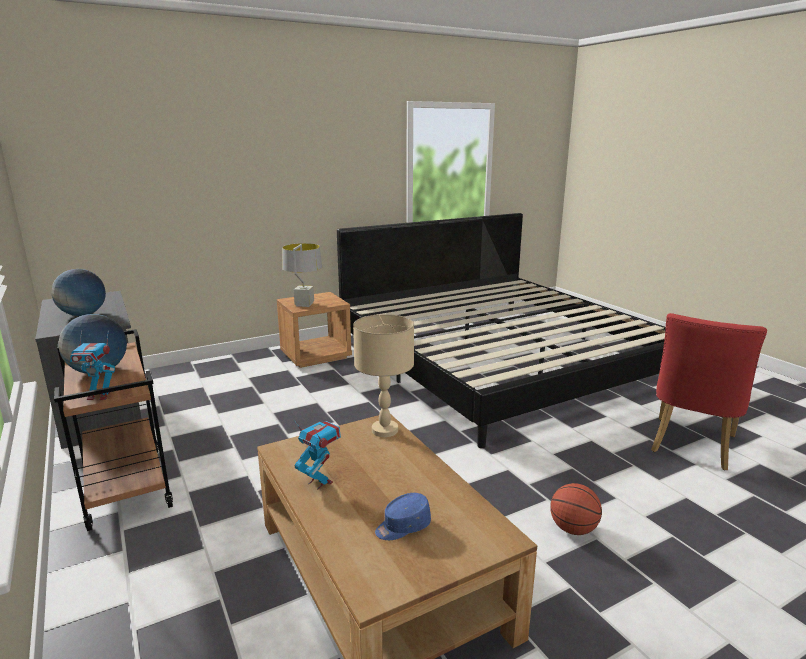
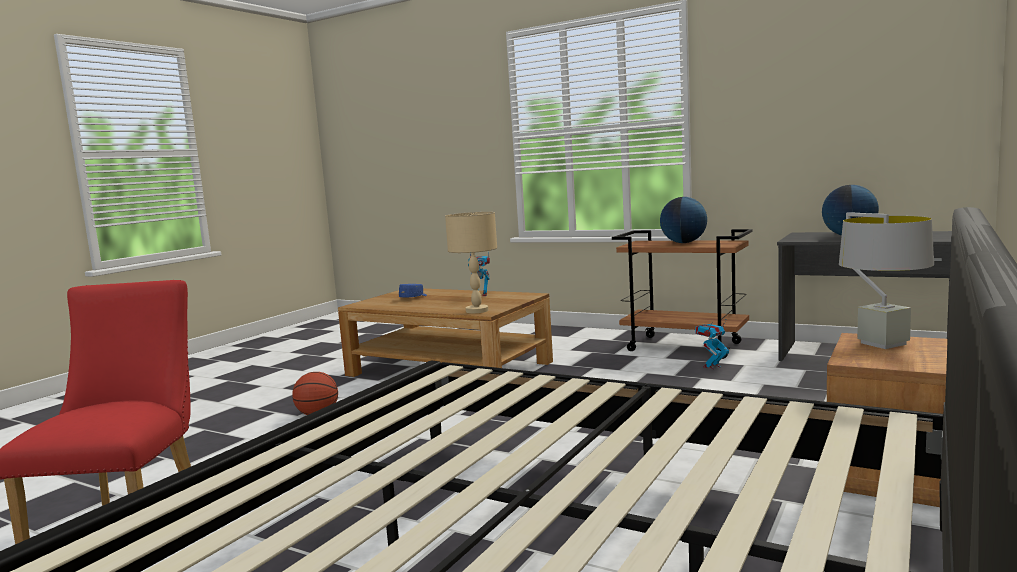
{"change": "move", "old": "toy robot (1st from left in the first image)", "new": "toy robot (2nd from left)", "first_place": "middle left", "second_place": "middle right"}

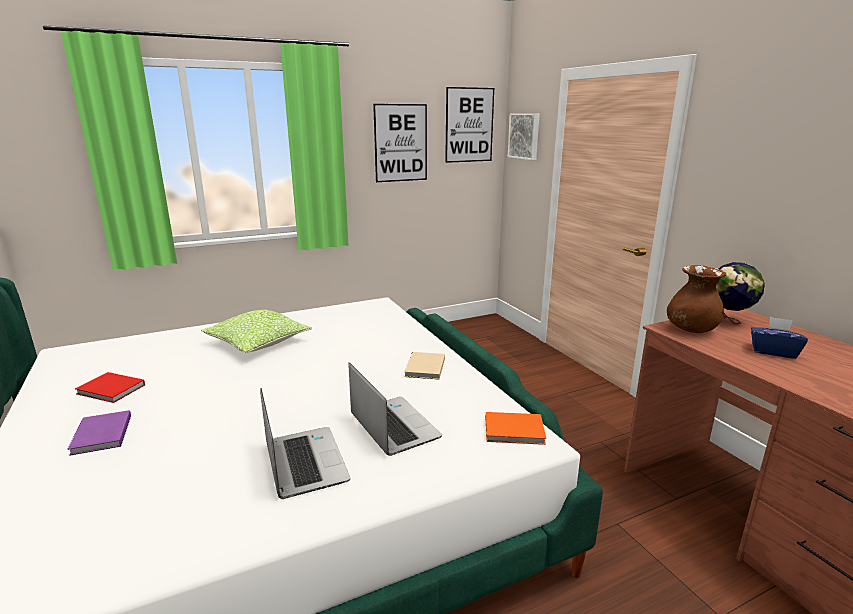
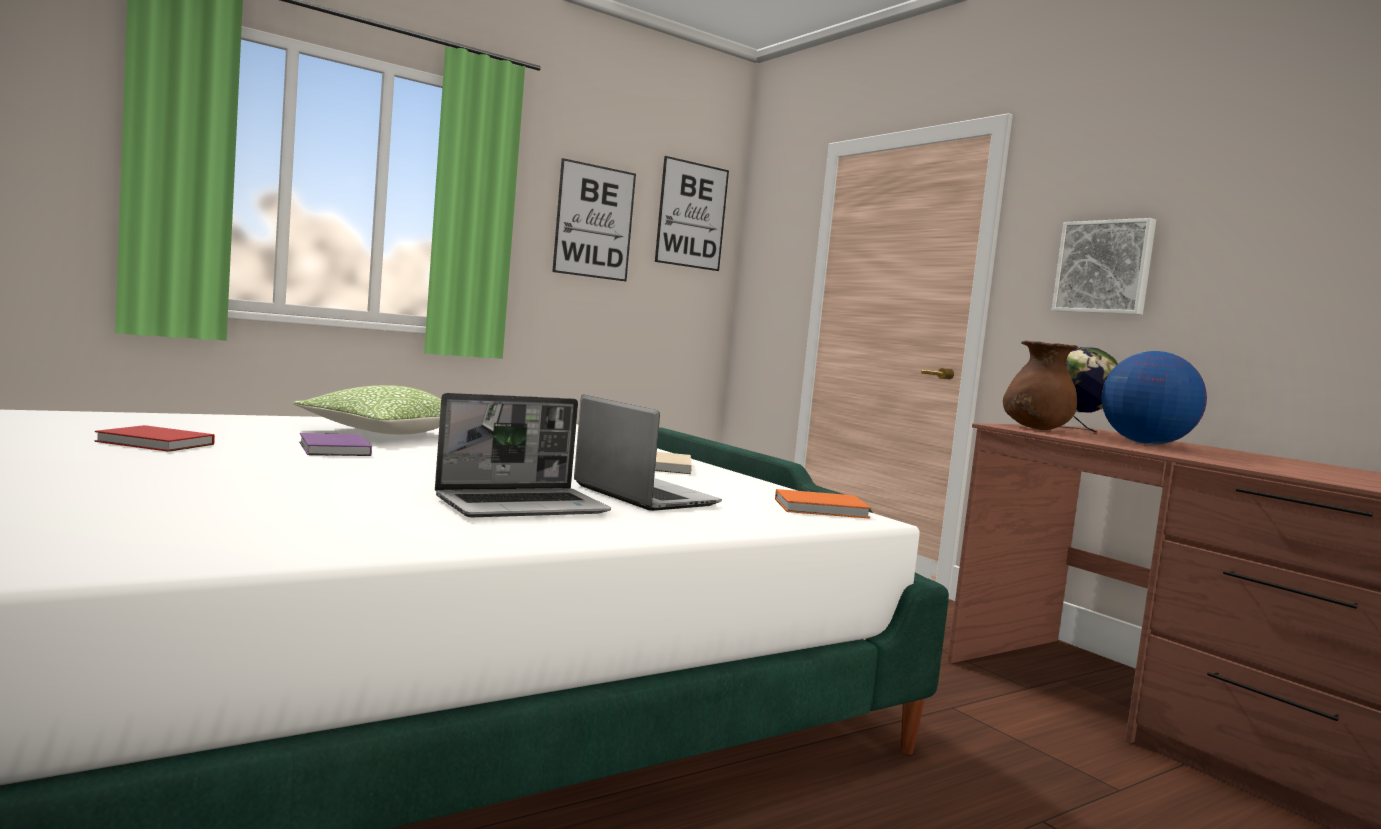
{"change": "move", "old": "book in purple-coloured", "first_place": "bottom left", "second_place": "middle left"}
{"change": "move", "old": "picture (3rd from left)", "first_place": "top centre", "second_place": "top right"}
{"change": "replace", "old": "tissue box in blue", "new": "globe (2nd from left)", "first_place": "middle right", "second_place": "middle right"}
{"change": "rotate", "old": "portable computer (1st from left)", "first_place": "bottom centre", "second_place": "centre", "degrees": 90}

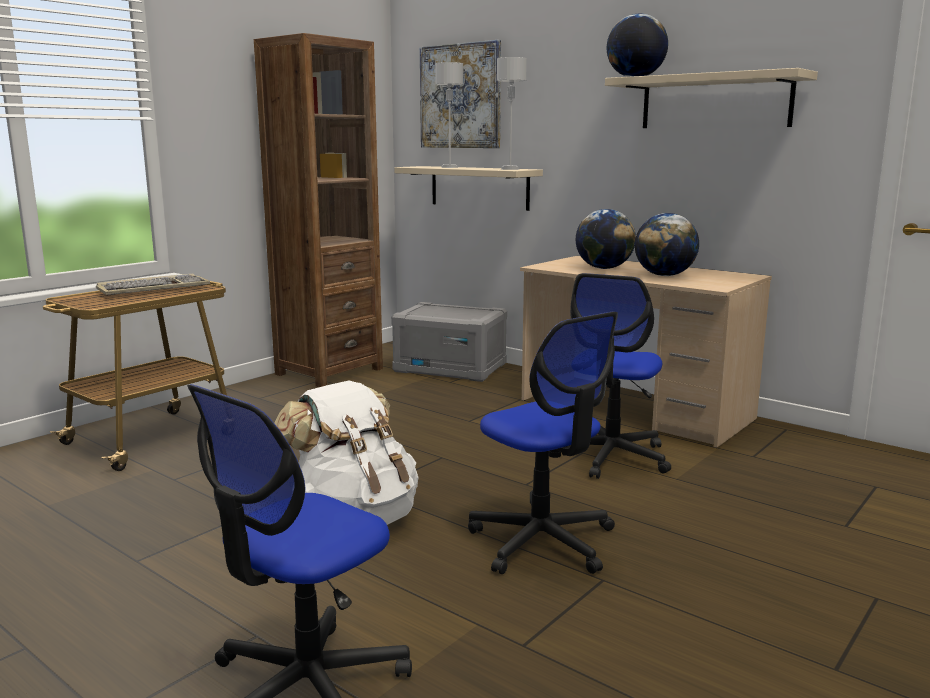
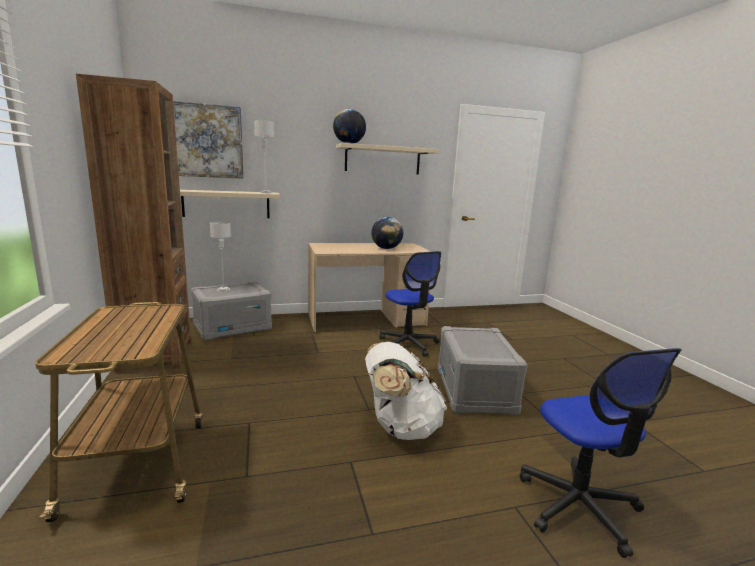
{"change": "delete", "old": "PC keyboard", "first_place": "middle left"}
{"change": "delete", "old": "globe (1st from left)", "first_place": "centre"}
{"change": "move", "old": "tabletop lamp in grey (1st from left)", "first_place": "top centre", "second_place": "middle left"}
{"change": "replace", "old": "office chair (2nd from left)", "new": "storage bin in grey (2nd from left)", "first_place": "centre", "second_place": "centre"}

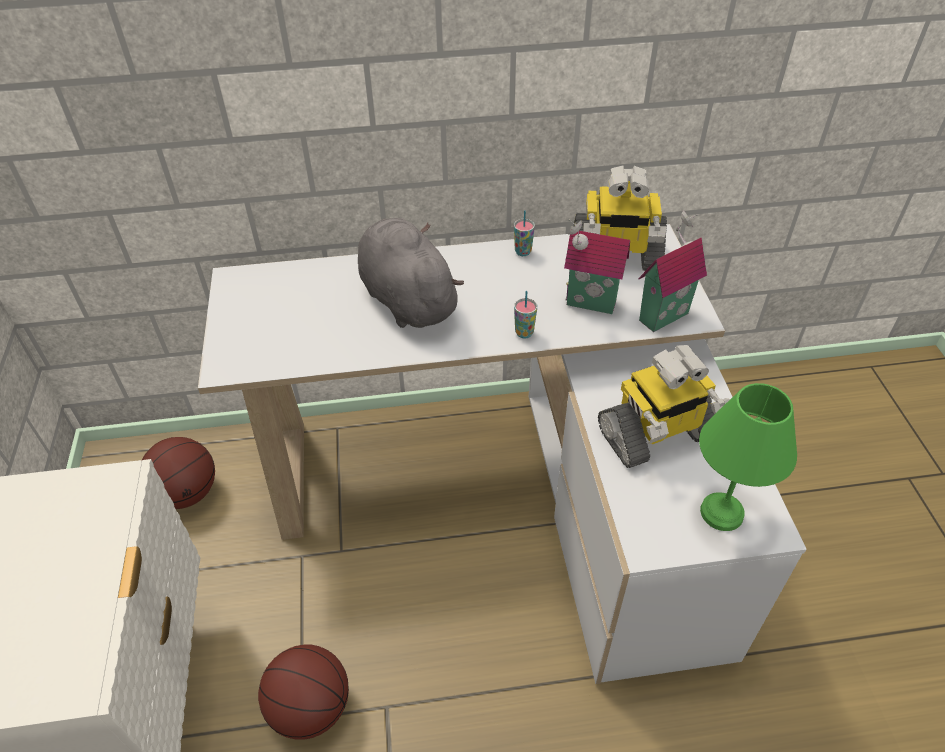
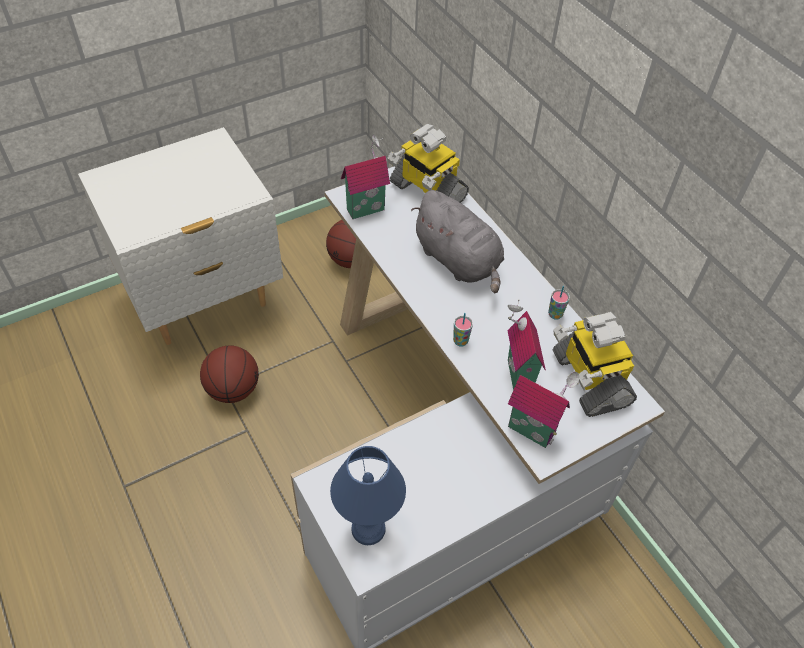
{"change": "insert", "new": "miniature house (1st from left)", "second_place": "top centre"}
{"change": "move", "old": "toy robot (2nd from left in the first image)", "new": "toy robot (1st from left)", "first_place": "middle right", "second_place": "top centre"}
{"change": "recolor", "old": "tabletop lamp in green", "new": "tabletop lamp in blue", "first_place": "middle right", "second_place": "bottom centre"}
{"change": "rotate", "old": "cuddly toy in grey", "first_place": "centre", "second_place": "centre", "degrees": 105}

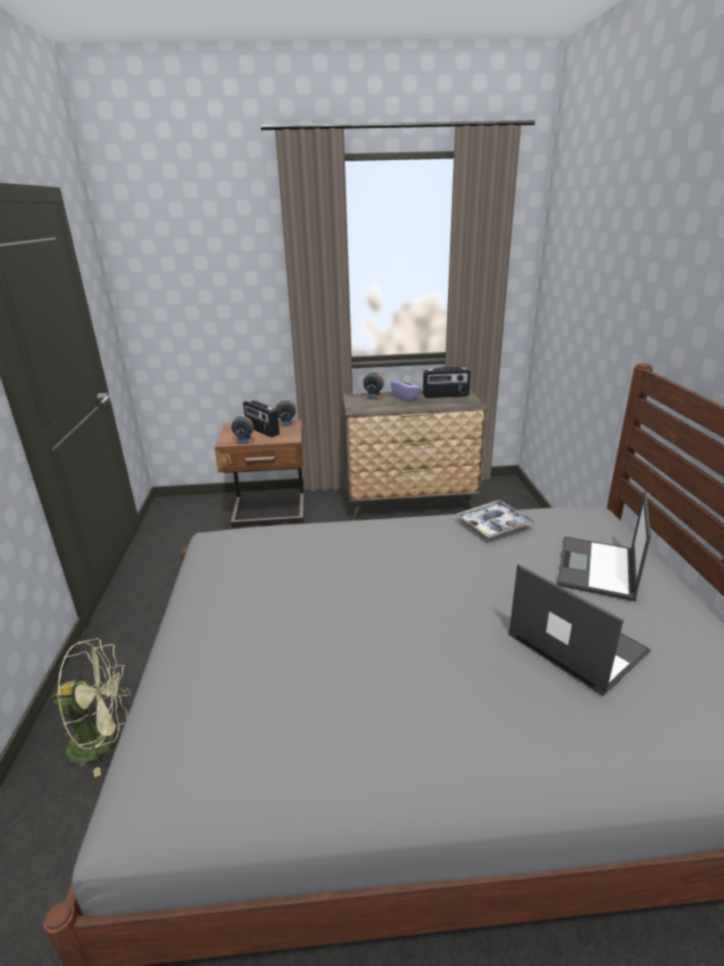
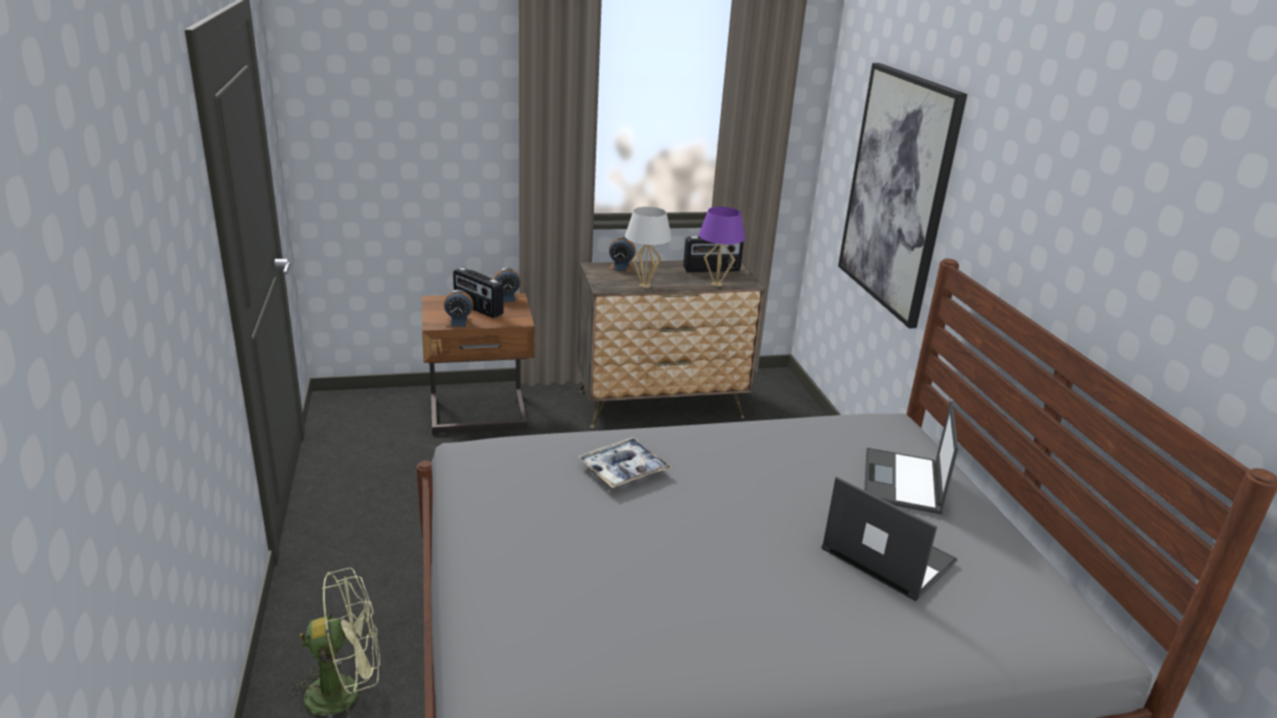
{"change": "delete", "old": "tissue box in purple-coloured", "first_place": "centre"}
{"change": "insert", "new": "tabletop lamp in white-coloured", "second_place": "centre"}
{"change": "insert", "new": "tabletop lamp in purple-coloured", "second_place": "centre"}
{"change": "insert", "new": "picture", "second_place": "top right"}
{"change": "move", "old": "carrying tray", "first_place": "middle right", "second_place": "centre"}

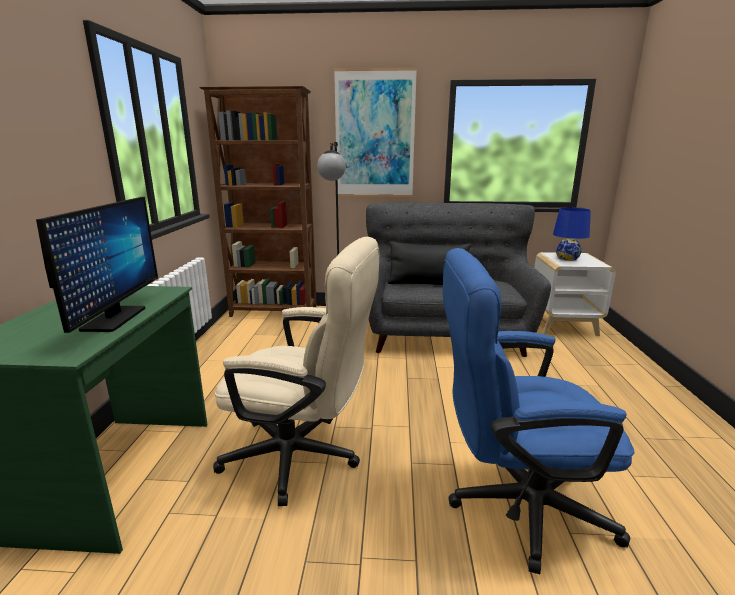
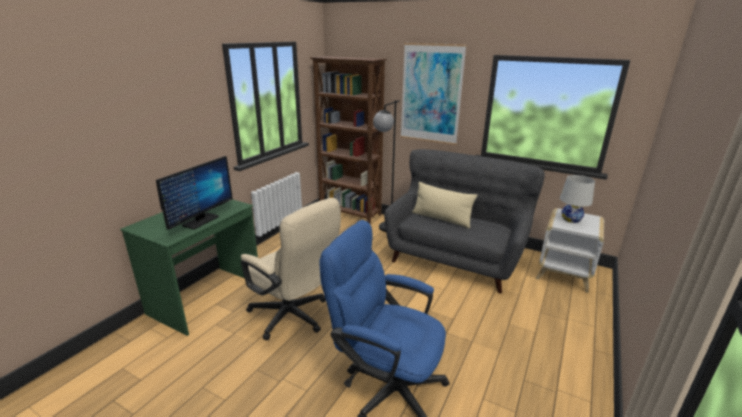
{"change": "recolor", "old": "throw pillow in blackish", "new": "throw pillow in beige-coloured", "first_place": "centre", "second_place": "centre"}
{"change": "recolor", "old": "tabletop lamp in blue", "new": "tabletop lamp in white-coloured", "first_place": "middle right", "second_place": "middle right"}

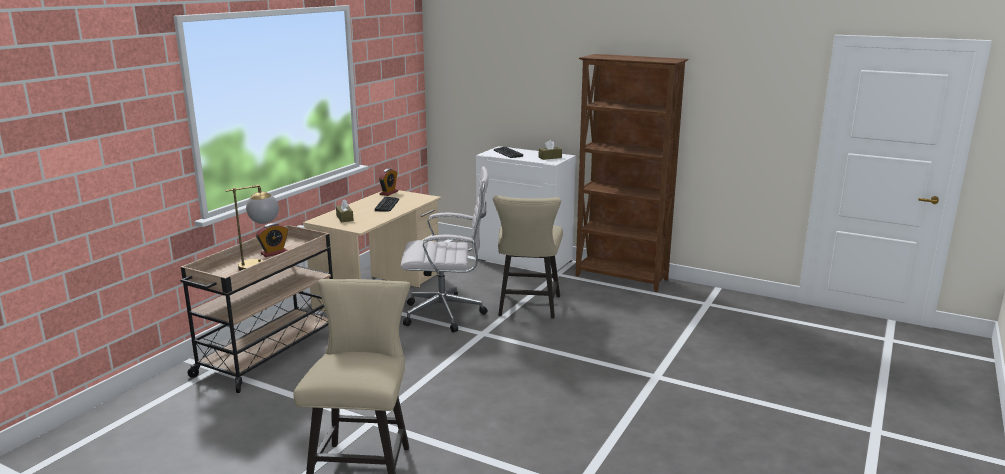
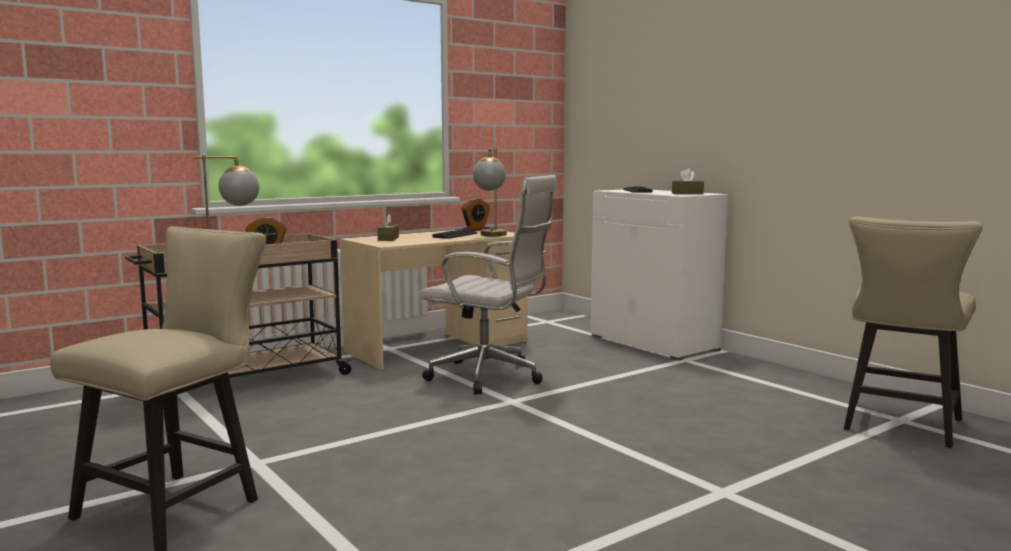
{"change": "delete", "old": "shelving unit in brownish", "first_place": "centre"}
{"change": "insert", "new": "tabletop lamp (2nd from left)", "second_place": "centre"}
{"change": "move", "old": "chair in beige-coloured (2nd from left)", "first_place": "centre", "second_place": "middle right"}

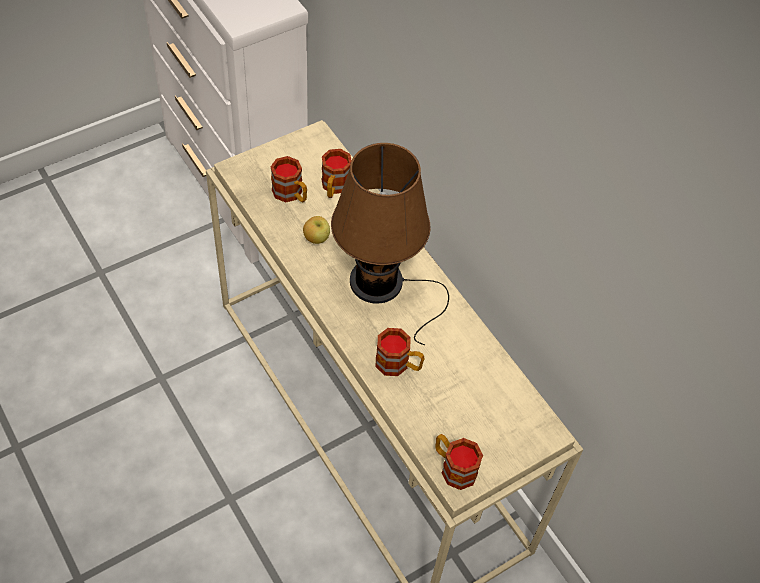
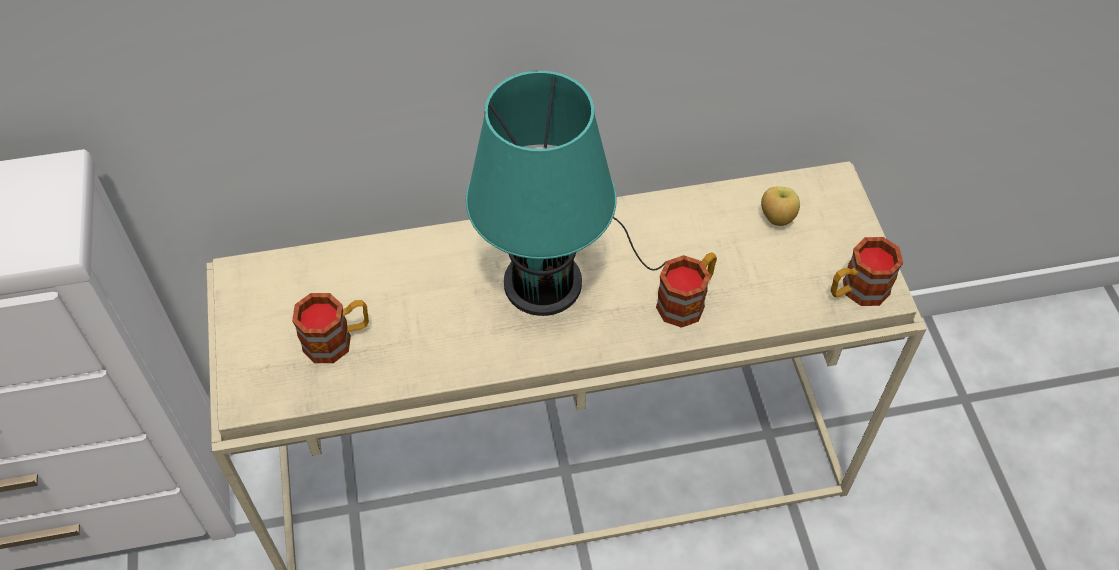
{"change": "delete", "old": "mug (2nd from left)", "first_place": "top centre"}
{"change": "move", "old": "apple", "first_place": "centre", "second_place": "middle right"}
{"change": "recolor", "old": "tabletop lamp in brownish", "new": "tabletop lamp in turquoise-coloured", "first_place": "centre", "second_place": "centre"}

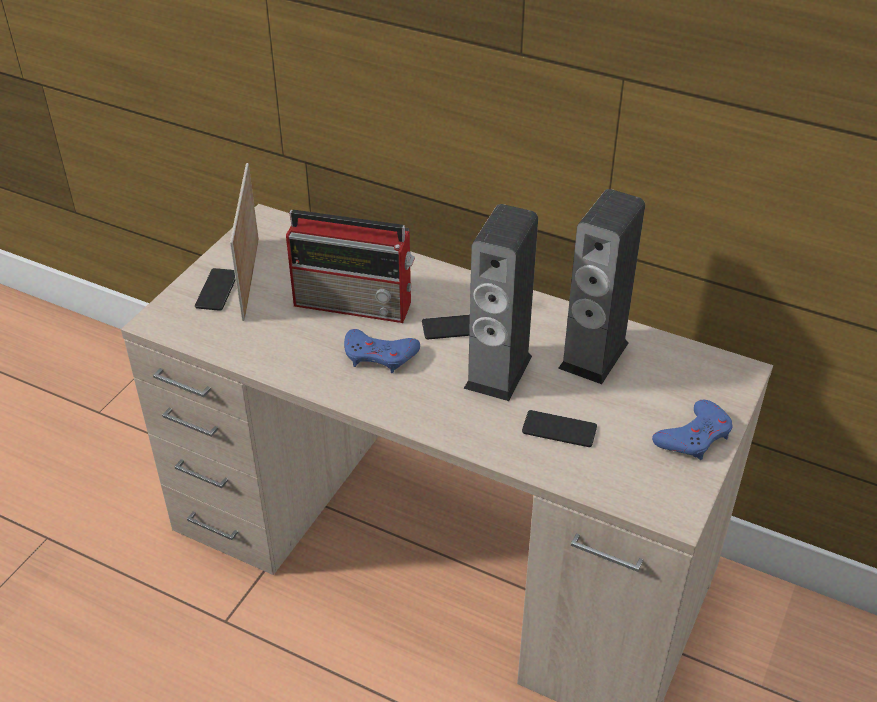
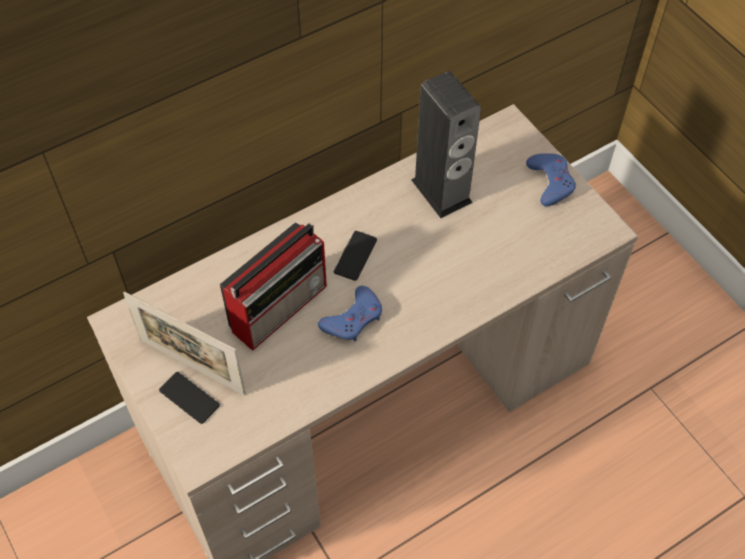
{"change": "delete", "old": "speaker (1st from left)", "first_place": "centre"}
{"change": "delete", "old": "handset (3rd from left)", "first_place": "centre"}

